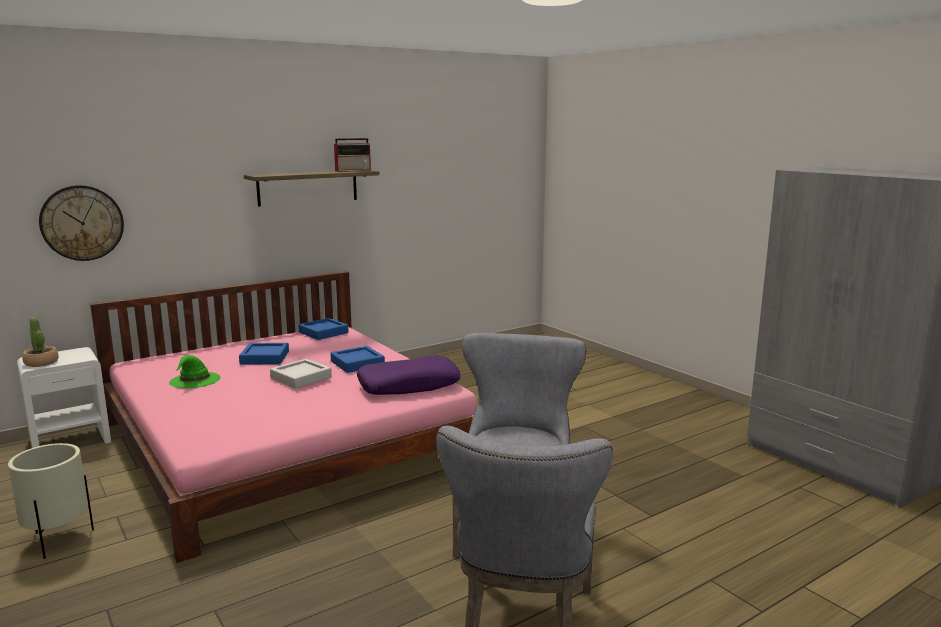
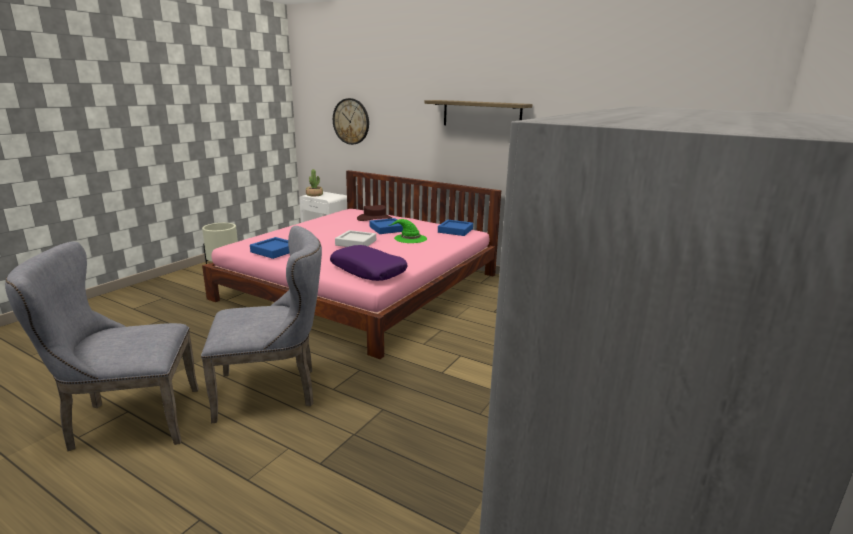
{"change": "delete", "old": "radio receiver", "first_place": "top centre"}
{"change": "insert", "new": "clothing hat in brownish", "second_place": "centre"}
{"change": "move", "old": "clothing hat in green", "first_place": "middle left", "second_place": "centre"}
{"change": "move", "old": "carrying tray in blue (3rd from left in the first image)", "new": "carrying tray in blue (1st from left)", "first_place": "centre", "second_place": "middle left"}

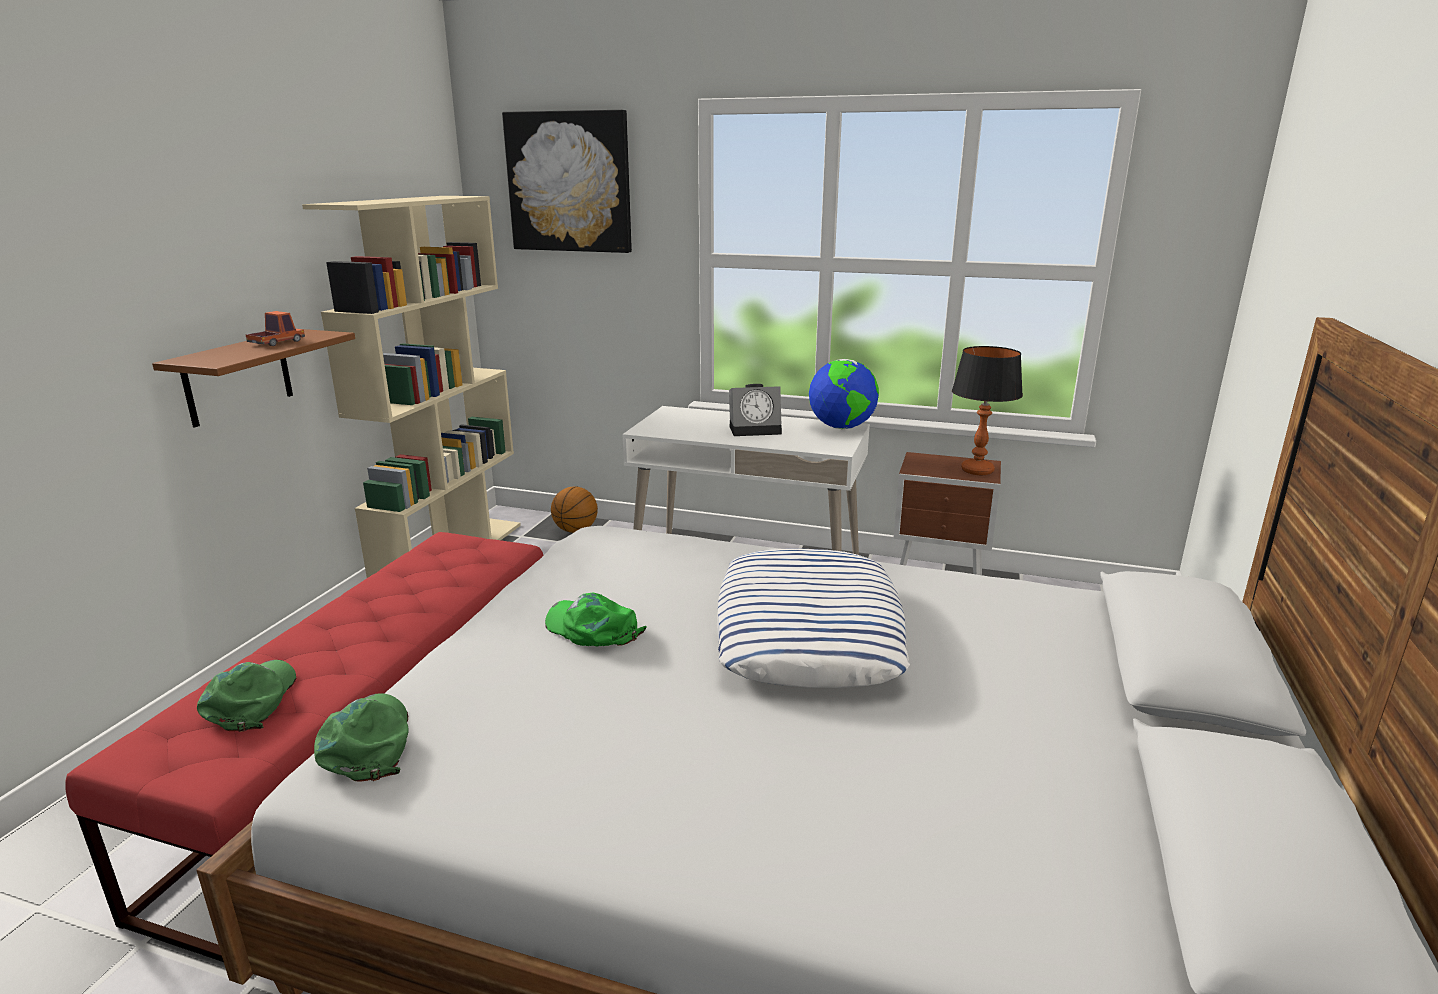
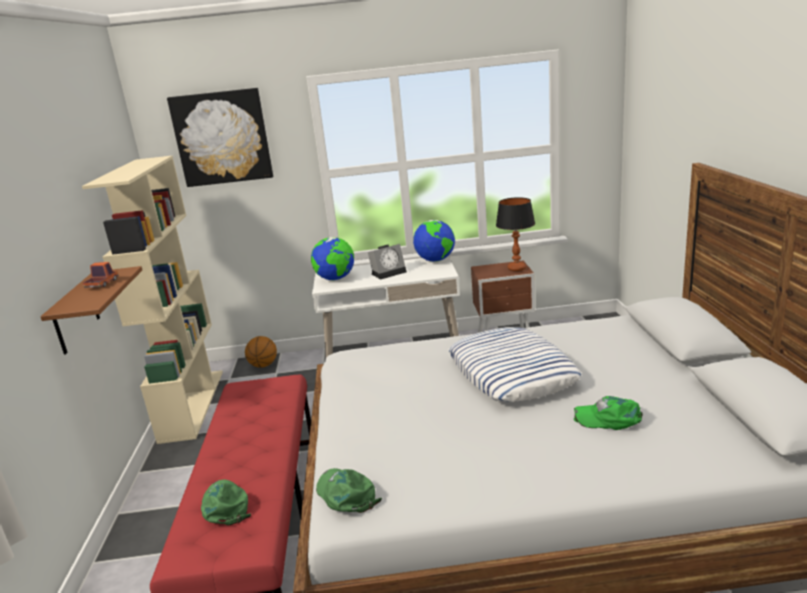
{"change": "insert", "new": "globe (1st from left)", "second_place": "centre"}
{"change": "move", "old": "peaked cap in green (3rd from left)", "first_place": "centre", "second_place": "bottom right"}

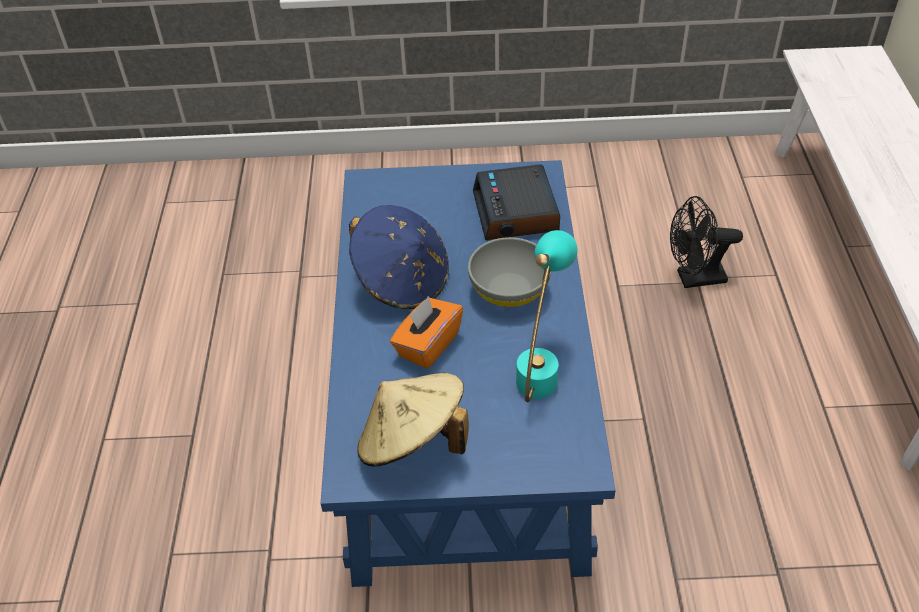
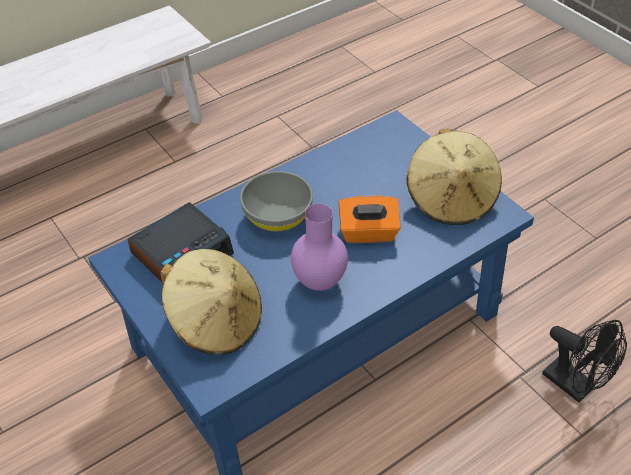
{"change": "delete", "old": "tabletop lamp in turquoise-coloured", "first_place": "centre"}
{"change": "insert", "new": "clothing hat in beige-coloured (1st from left)", "second_place": "centre"}
{"change": "move", "old": "fan in blackish", "first_place": "middle right", "second_place": "bottom right"}
{"change": "replace", "old": "clothing hat in blue", "new": "decorative vase in purple-coloured", "first_place": "centre", "second_place": "centre"}

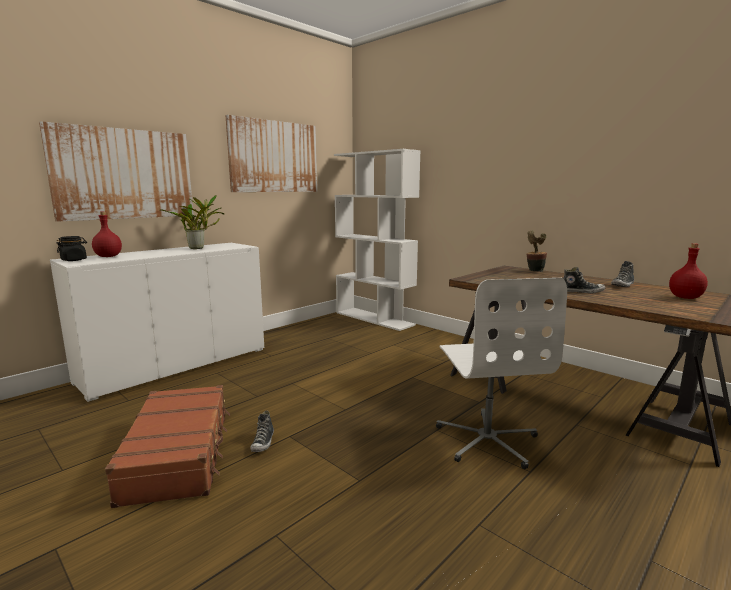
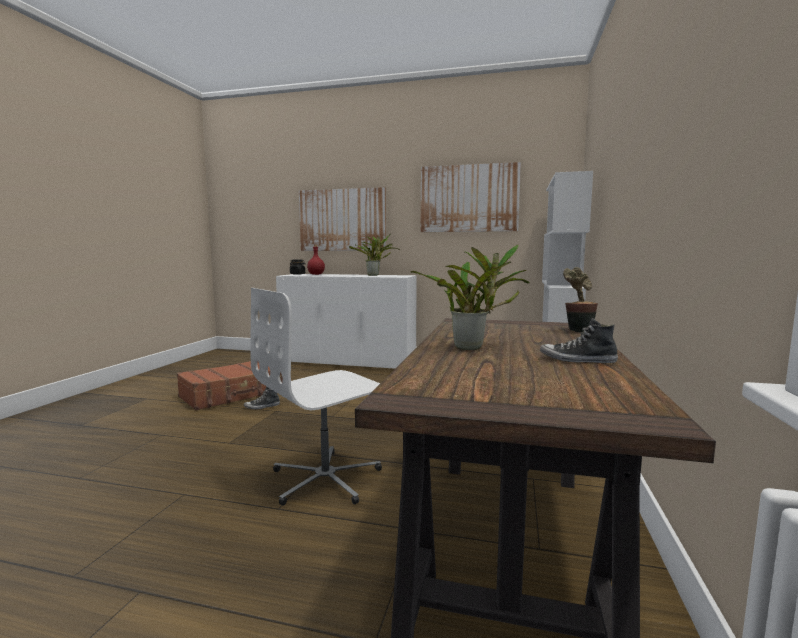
{"change": "delete", "old": "beverage bottle in red-coloured (2nd from left)", "first_place": "middle right"}
{"change": "replace", "old": "low shoe (2nd from left)", "new": "potted plant (2nd from left)", "first_place": "middle right", "second_place": "centre"}

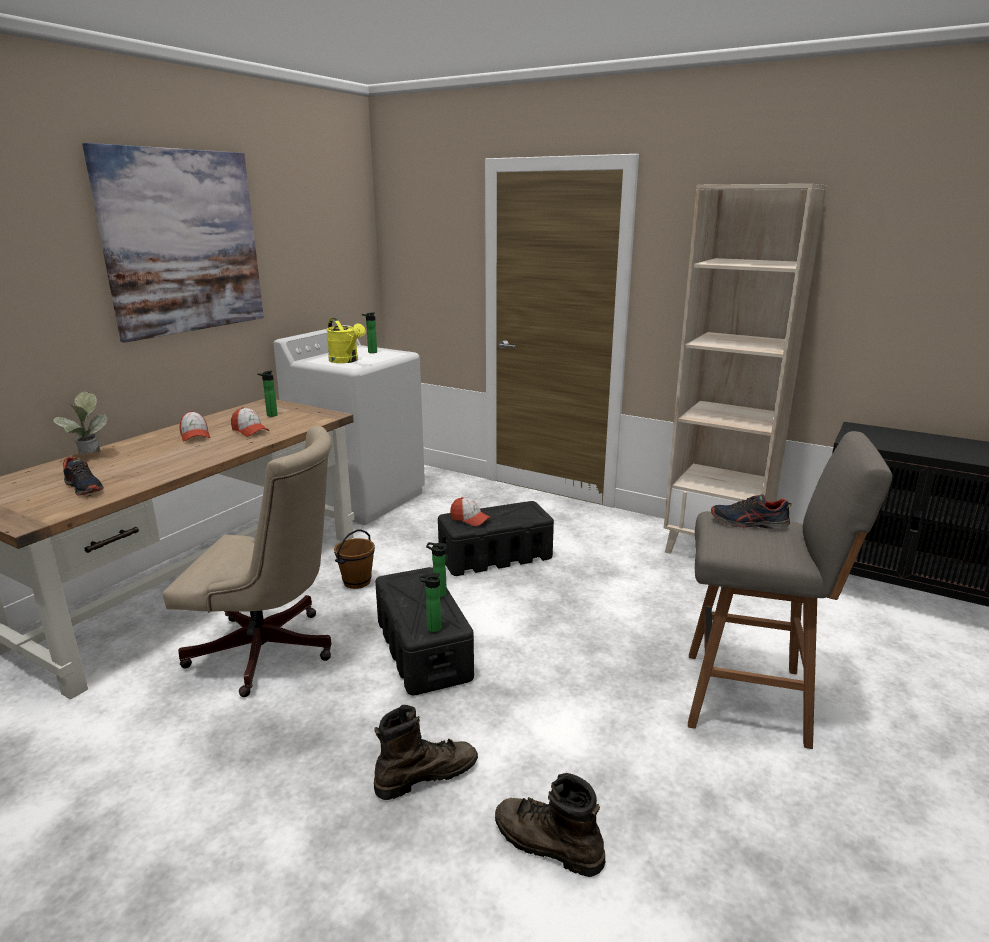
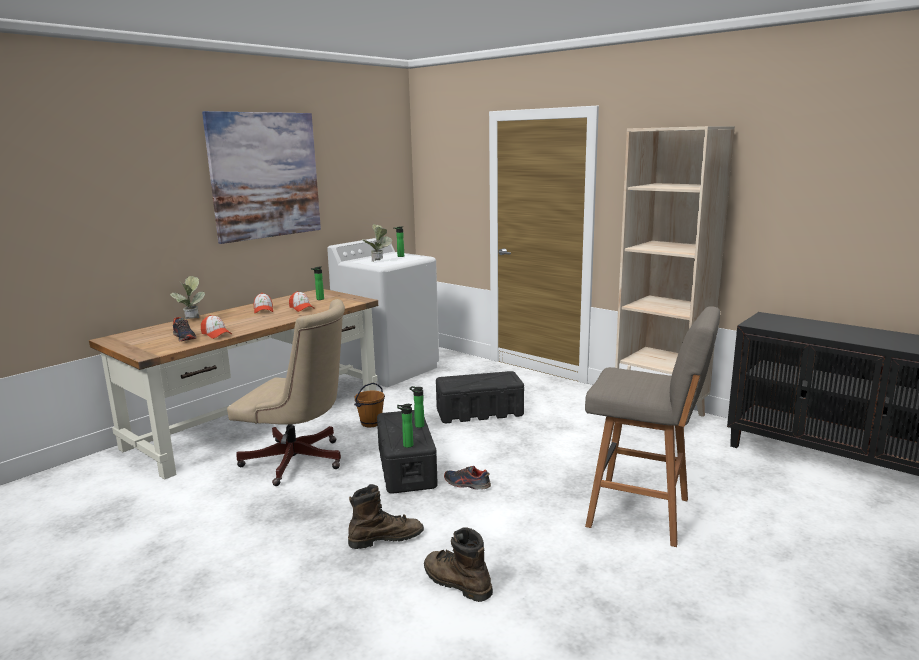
{"change": "move", "old": "peaked cap (3rd from left in the first image)", "new": "peaked cap (1st from left)", "first_place": "centre", "second_place": "middle left"}
{"change": "move", "old": "low shoe (2nd from left)", "first_place": "middle right", "second_place": "bottom centre"}
{"change": "replace", "old": "watering pot in yellow-coloured", "new": "potted plant (2nd from left)", "first_place": "centre", "second_place": "centre"}

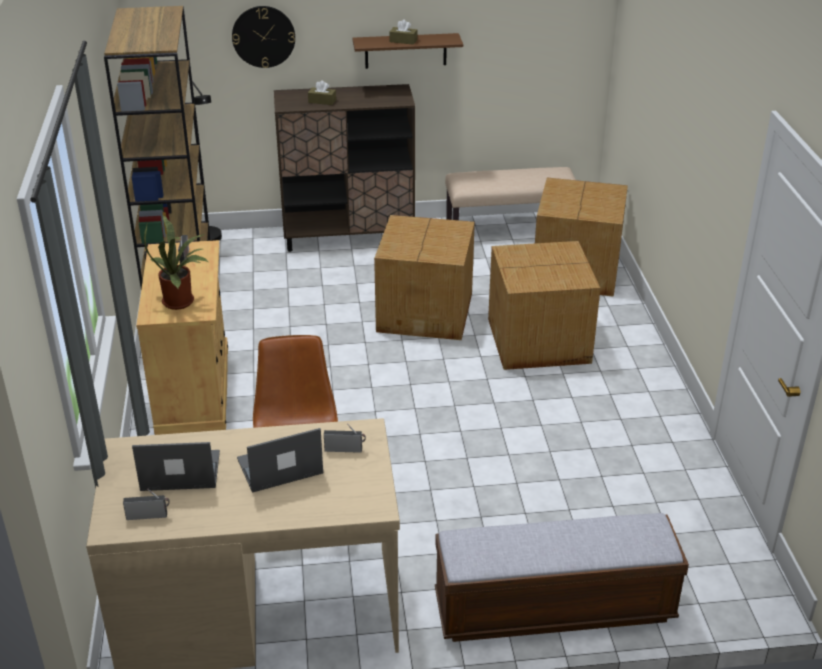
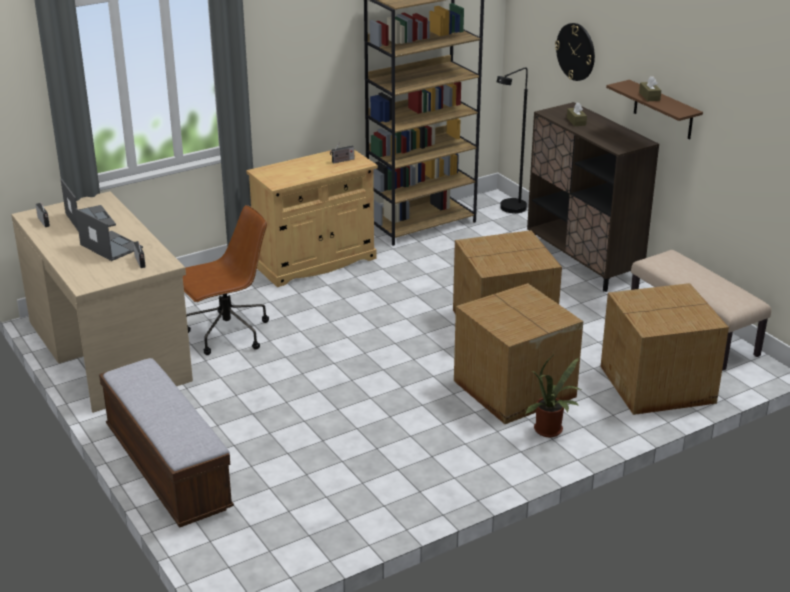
{"change": "move", "old": "potted plant", "first_place": "middle left", "second_place": "bottom right"}

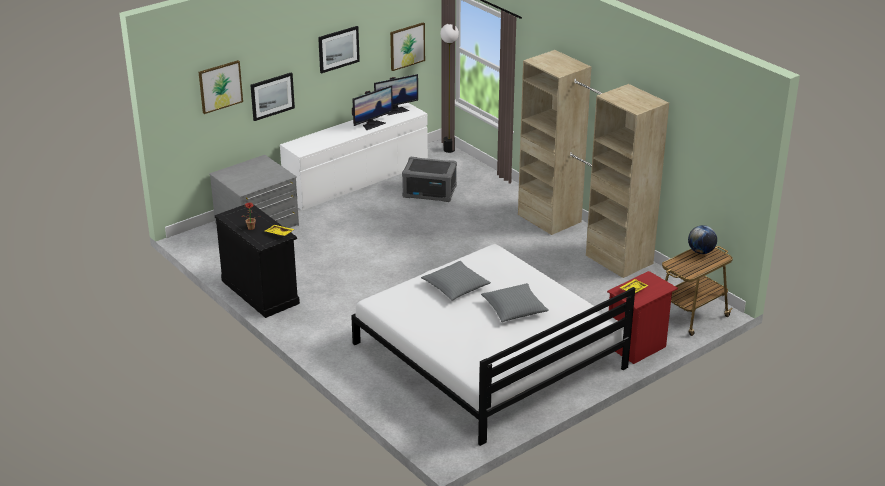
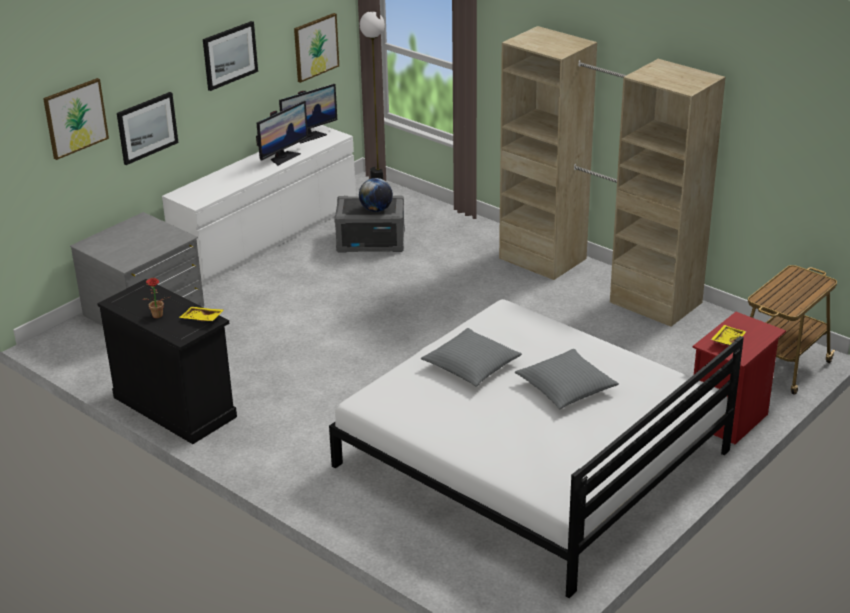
{"change": "move", "old": "globe", "first_place": "middle right", "second_place": "top centre"}

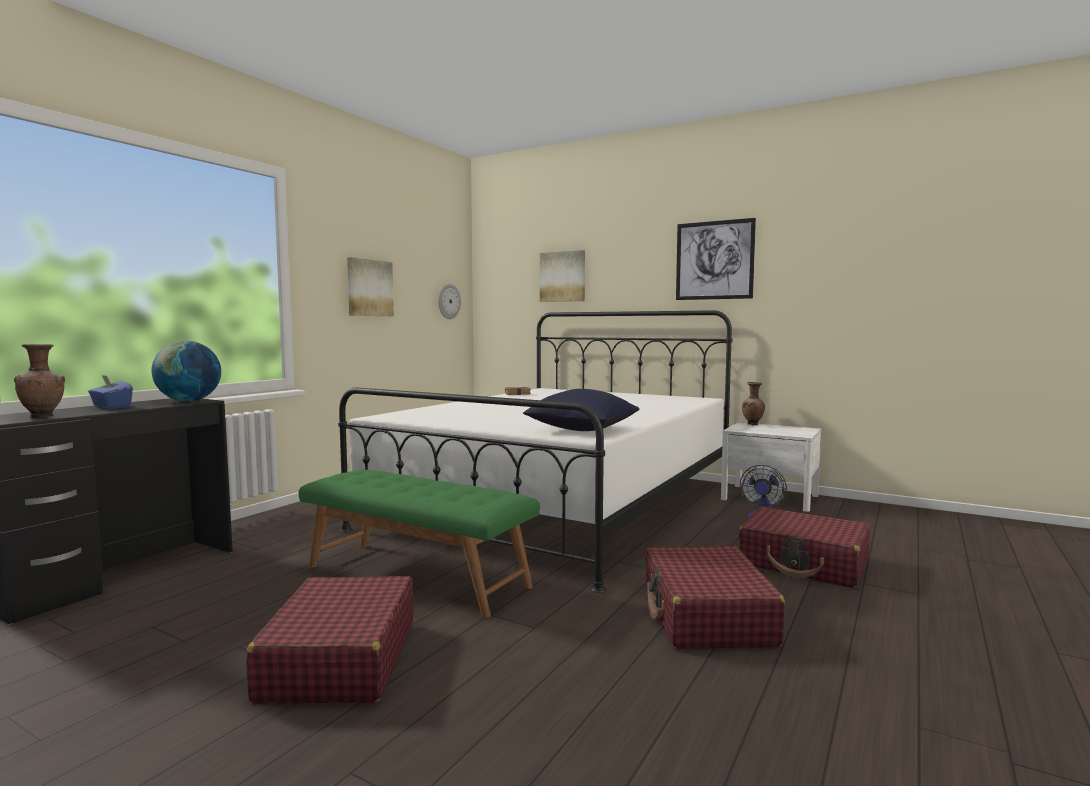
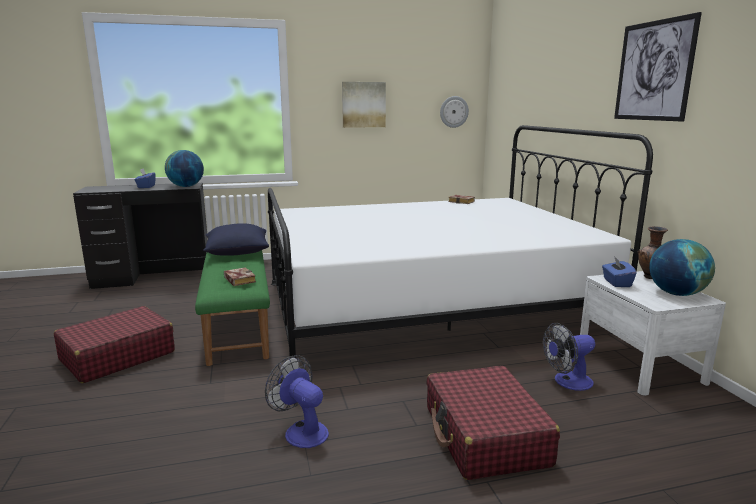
{"change": "delete", "old": "decorative vase in brownish (1st from left)", "first_place": "middle left"}
{"change": "delete", "old": "picture (2nd from left)", "first_place": "centre"}
{"change": "insert", "new": "book (1st from left)", "second_place": "middle left"}
{"change": "insert", "new": "tissue box in blue (2nd from left)", "second_place": "middle right"}
{"change": "insert", "new": "globe (2nd from left)", "second_place": "middle right"}
{"change": "move", "old": "throw pillow in blue", "first_place": "centre", "second_place": "middle left"}
{"change": "replace", "old": "piece of luggage in red-coloured (2nd from left)", "new": "fan (1st from left)", "first_place": "bottom centre", "second_place": "bottom centre"}

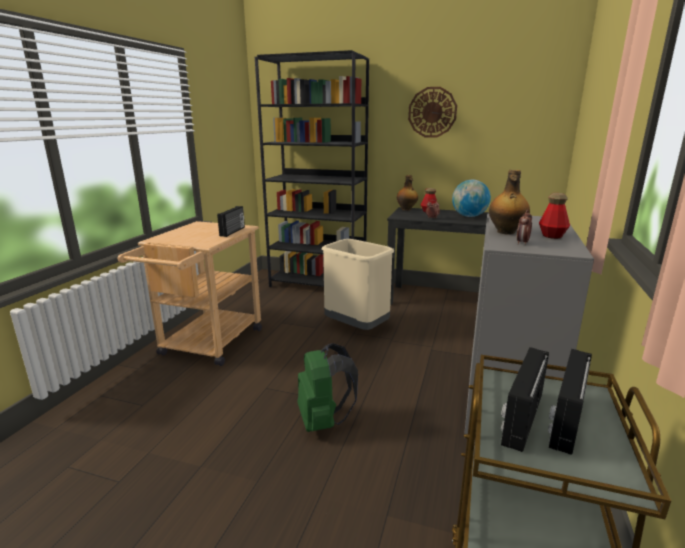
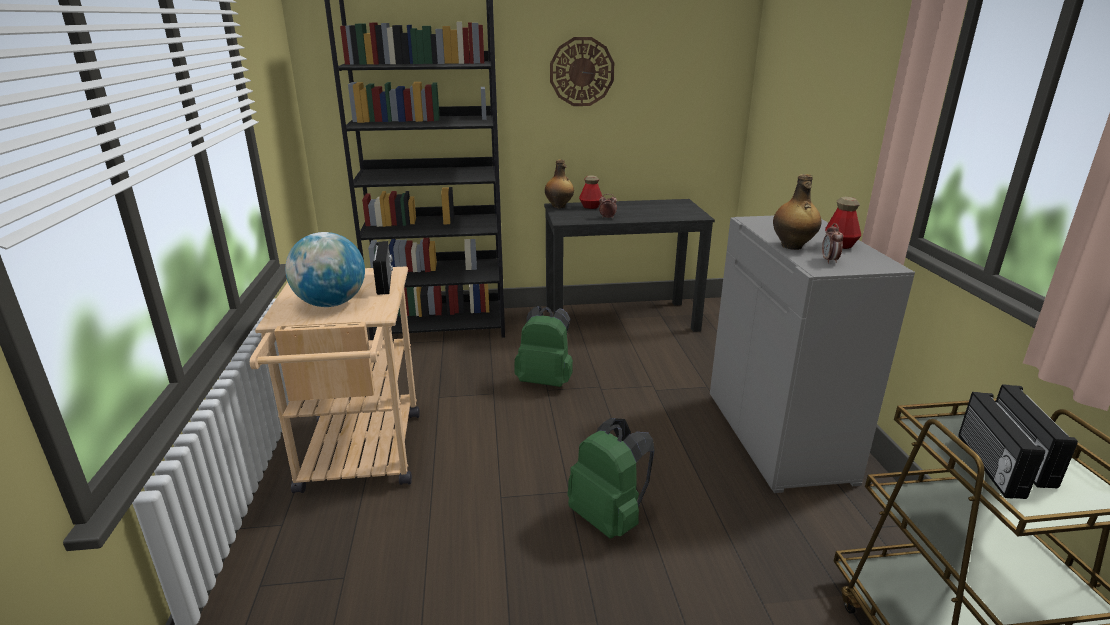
{"change": "move", "old": "globe", "first_place": "middle right", "second_place": "middle left"}
{"change": "replace", "old": "trash can in beige-coloured", "new": "backpack in green (1st from left)", "first_place": "centre", "second_place": "centre"}

